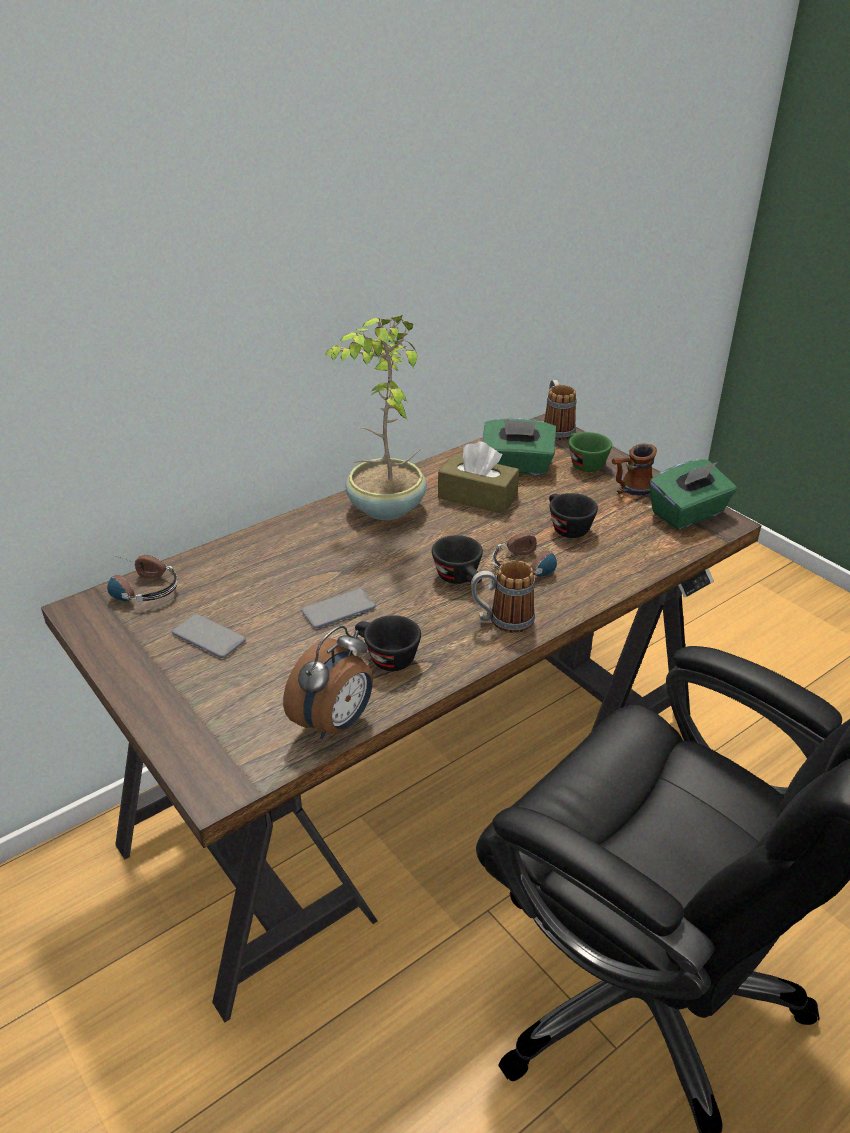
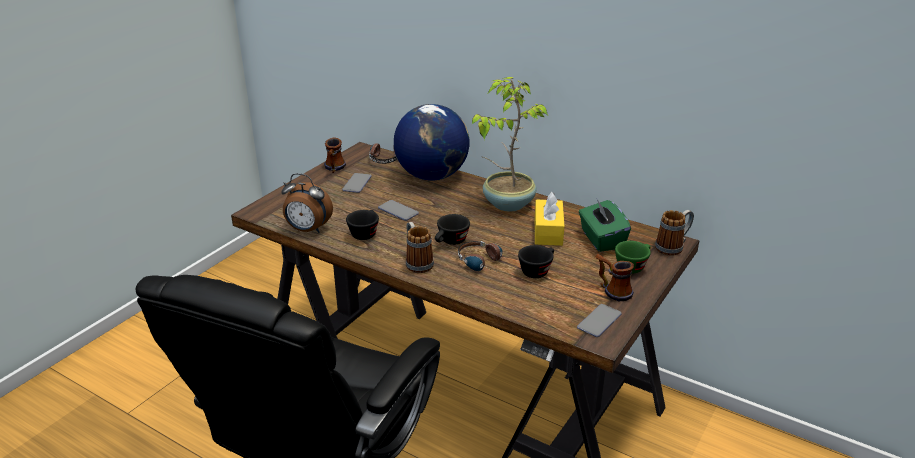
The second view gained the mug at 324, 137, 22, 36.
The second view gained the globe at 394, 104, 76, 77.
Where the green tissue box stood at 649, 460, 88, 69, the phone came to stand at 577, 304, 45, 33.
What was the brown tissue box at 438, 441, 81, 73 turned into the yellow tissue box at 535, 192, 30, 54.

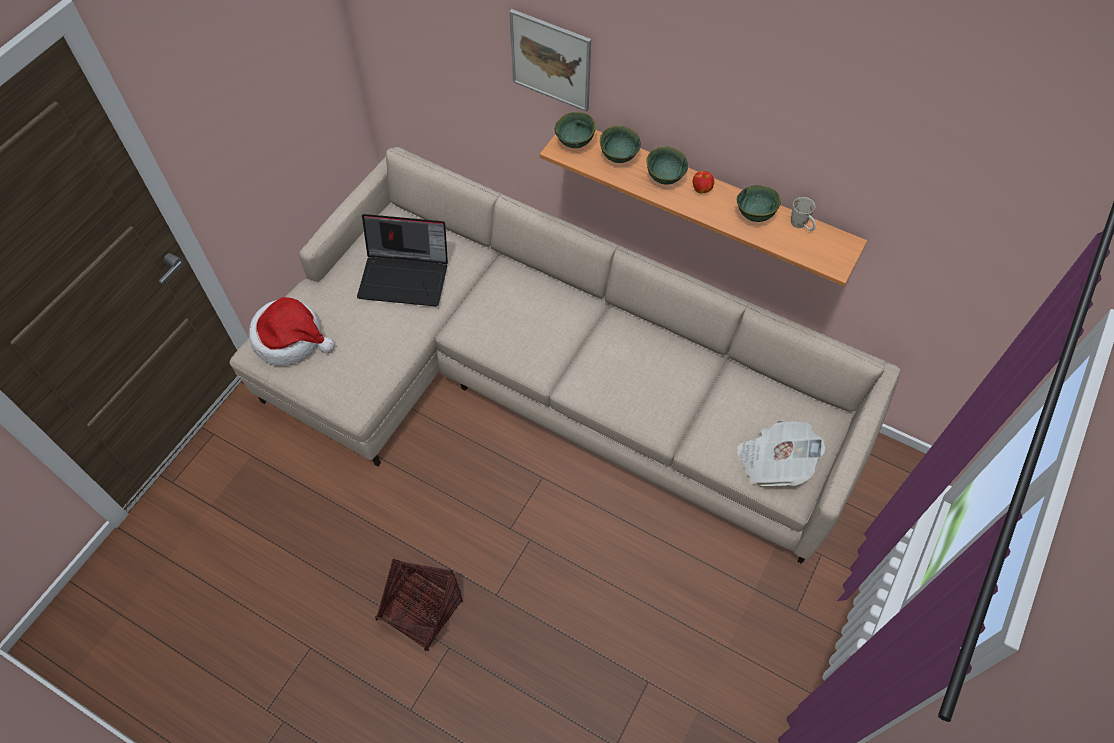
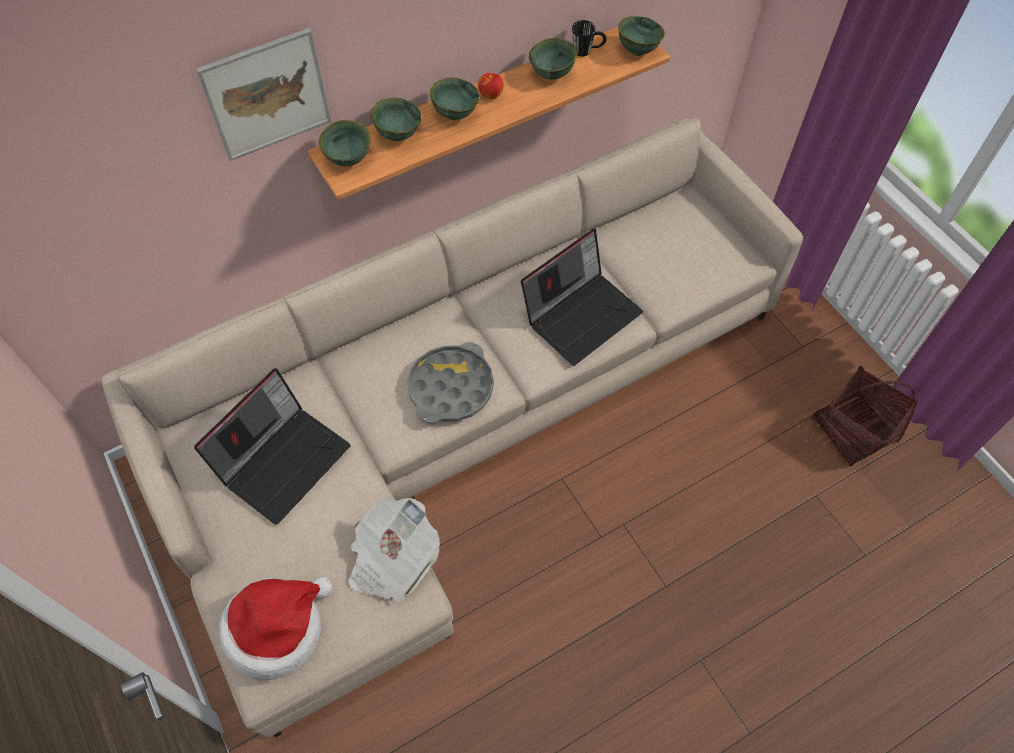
The second view gained the grey tray at 407, 342, 87, 82.
The second view gained the laptop at 521, 229, 122, 137.
The second view gained the green bowl at 618, 16, 47, 40.
The basket ended up elsewhere, having gone from 375, 558, 88, 93 to 811, 366, 107, 100.
The newspaper ended up elsewhere, having gone from 737, 420, 88, 66 to 348, 497, 92, 106.
What was the white mug at 791, 197, 25, 34 turned into the black mug at 572, 20, 35, 37.

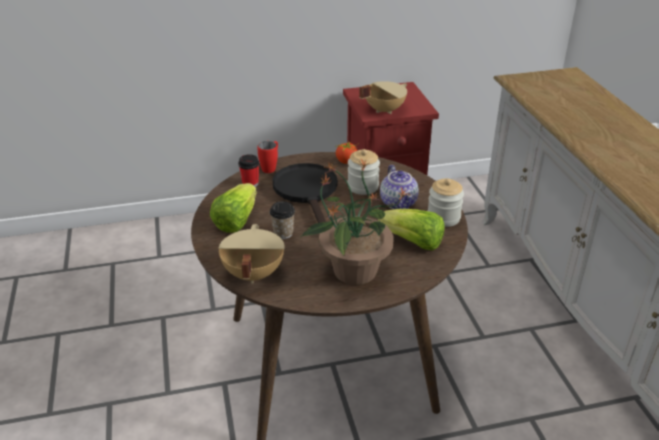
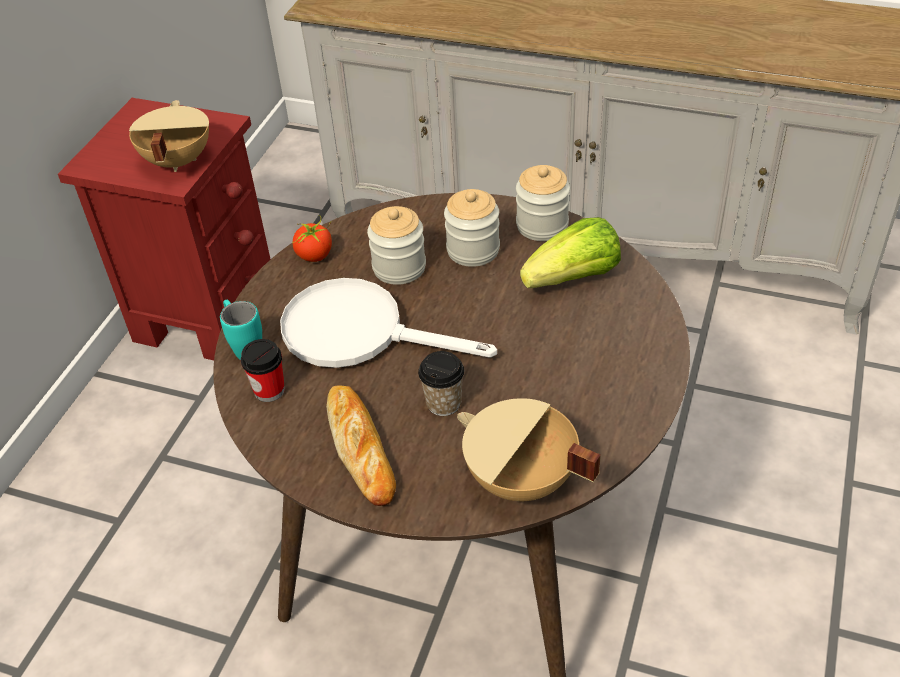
The second view lost the potted plant at 301, 159, 107, 126.
Where the lettuce stood at 210, 183, 47, 50, the bread came to stand at 326, 385, 70, 121.
Where the teapot stood at 380, 165, 39, 44, the jar came to stand at 444, 189, 56, 78.
What was the red mug at 257, 141, 21, 32 turned into the turquoise mug at 220, 300, 42, 60.
What was the black frying pan at 273, 163, 65, 60 turned into the white frying pan at 280, 278, 217, 90.

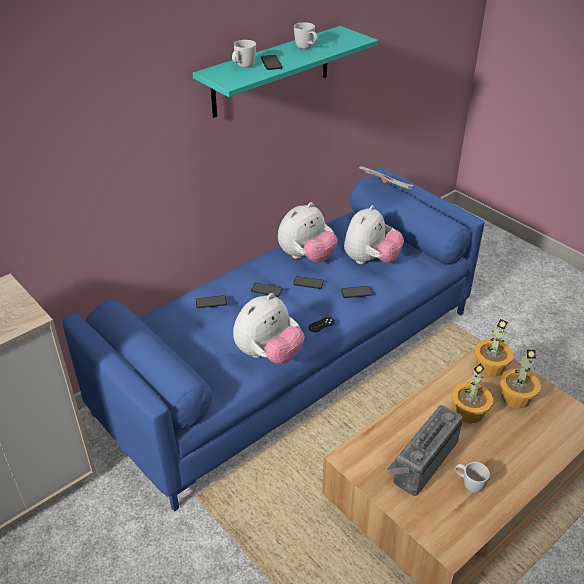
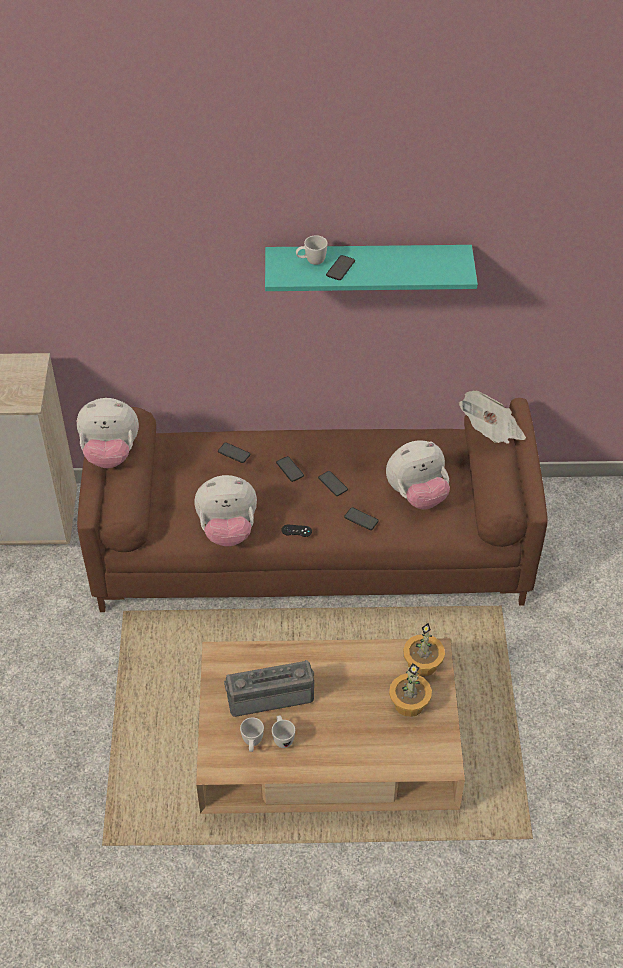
The second view lost the potted plant at 452, 363, 41, 60.
The plush toy ended up elsewhere, having gone from 278, 202, 60, 61 to 77, 398, 62, 70.
The white mug ended up elsewhere, having gone from 294, 22, 24, 27 to 240, 717, 24, 35.
What was the blue sofa at 62, 168, 423, 344 turned into the brown sofa at 77, 398, 470, 214.

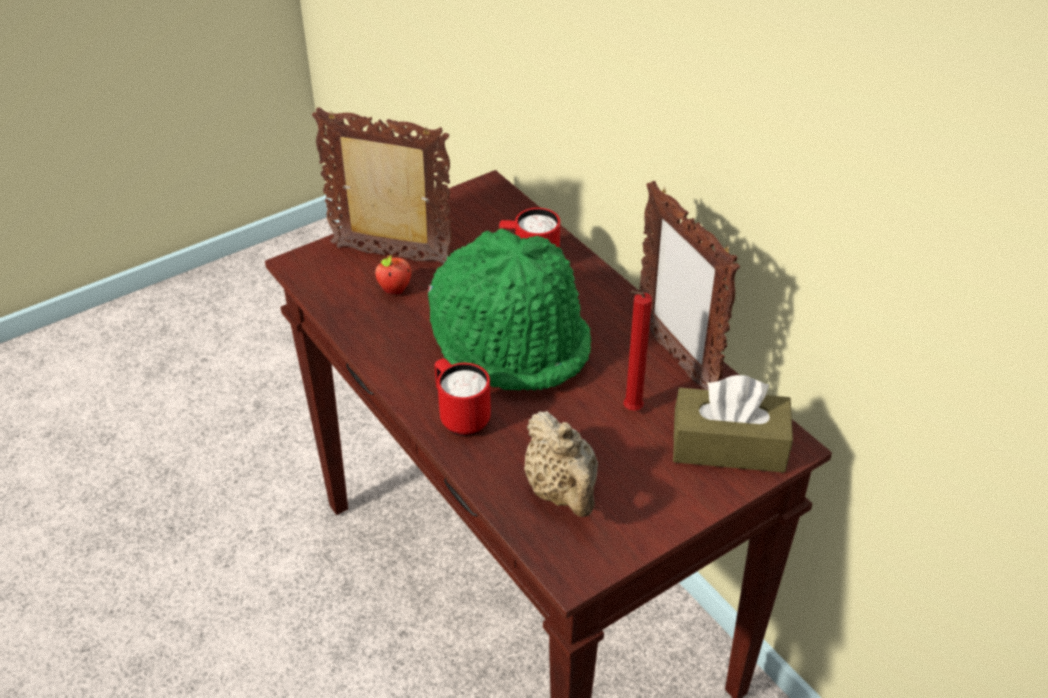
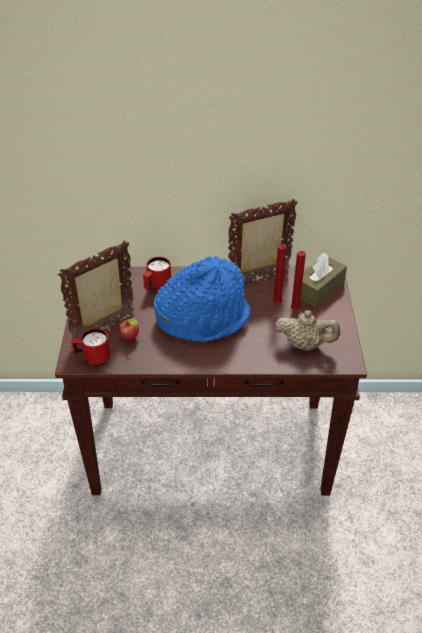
The second view gained the red candle at 290, 251, 16, 59.
The red mug ended up elsewhere, having gone from 434, 358, 57, 78 to 71, 328, 39, 38.
What was the green hat at 428, 228, 163, 163 turned into the blue hat at 154, 256, 97, 86.
The picture frame at 639, 181, 101, 209 ended up facing another way, 150 degrees clockwise from before.

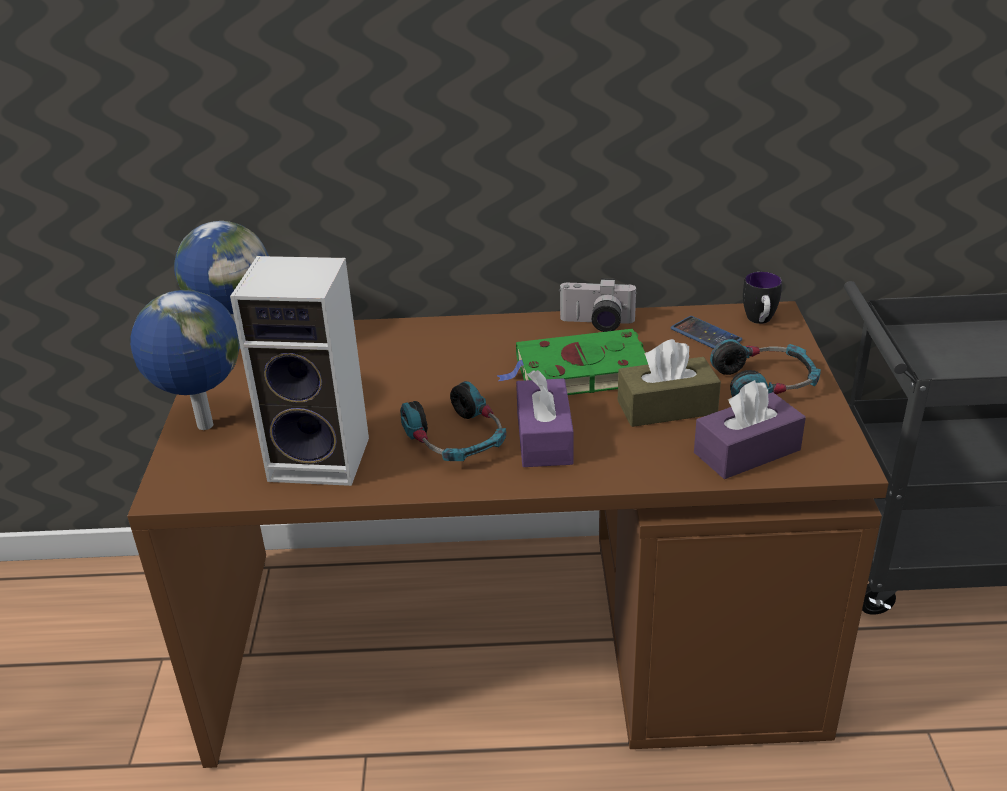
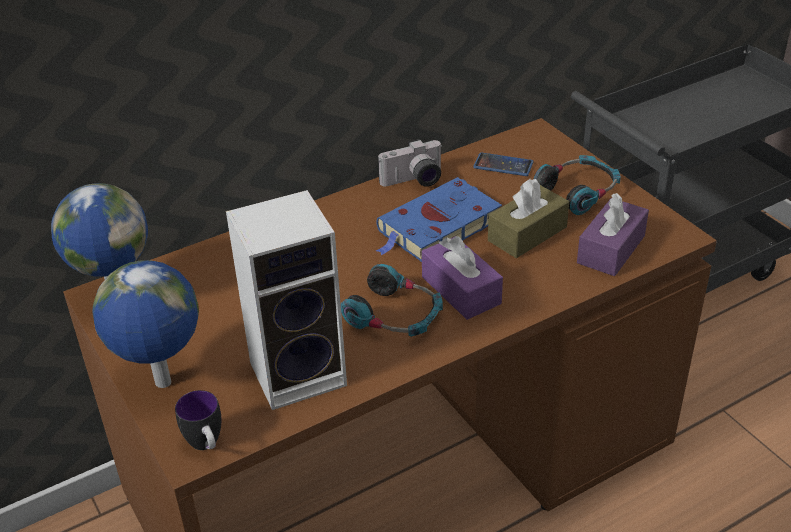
The mug ended up elsewhere, having gone from 743, 272, 39, 52 to 175, 390, 46, 60.
What was the green book at 496, 329, 152, 66 turned into the blue book at 376, 177, 126, 85.

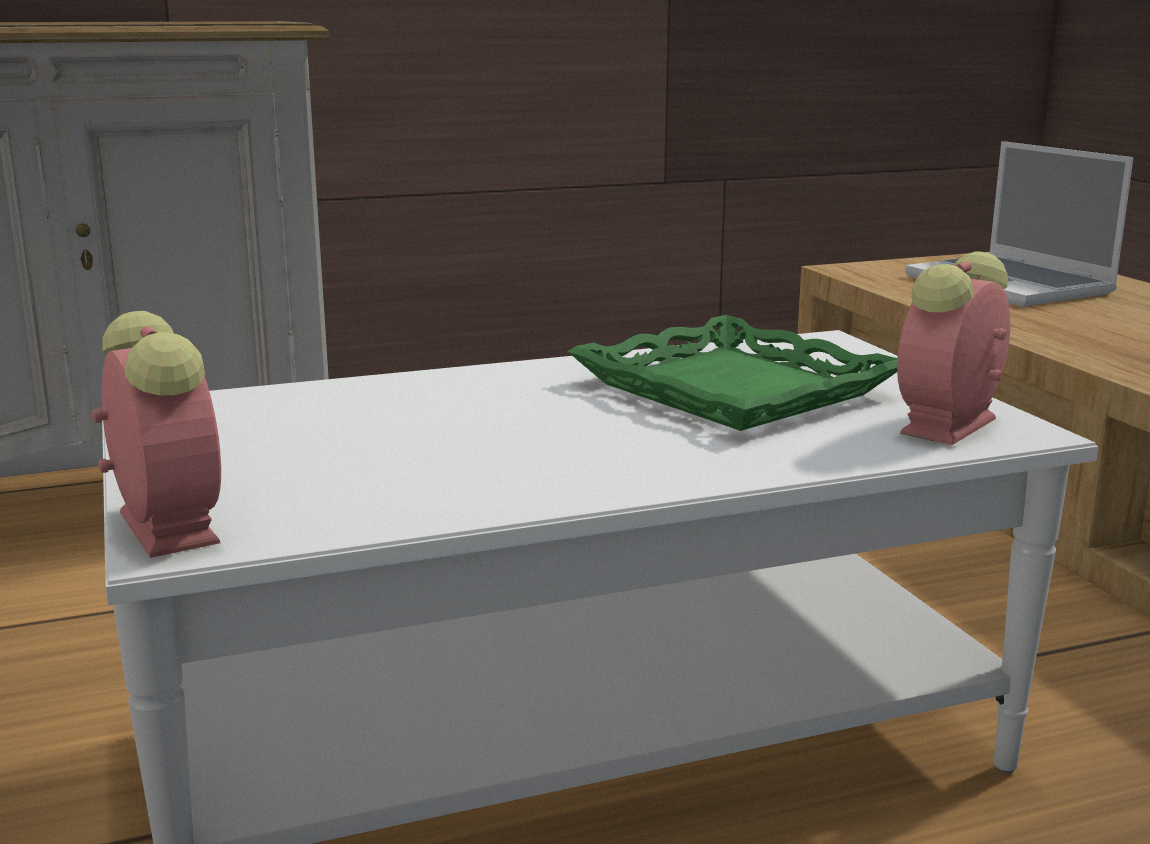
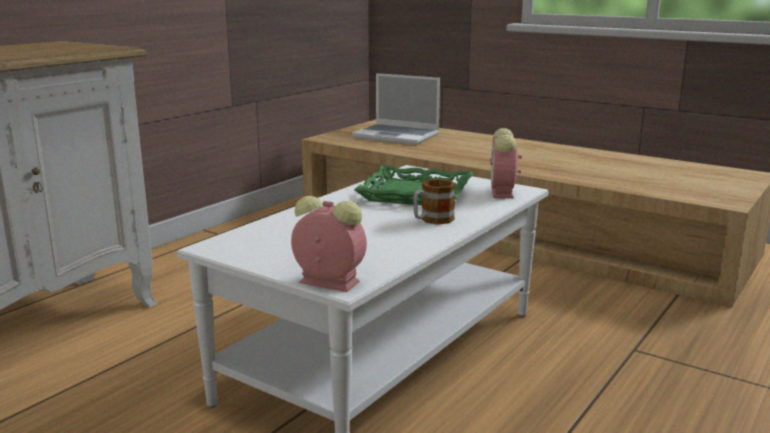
The second view gained the mug at 413, 179, 43, 46.

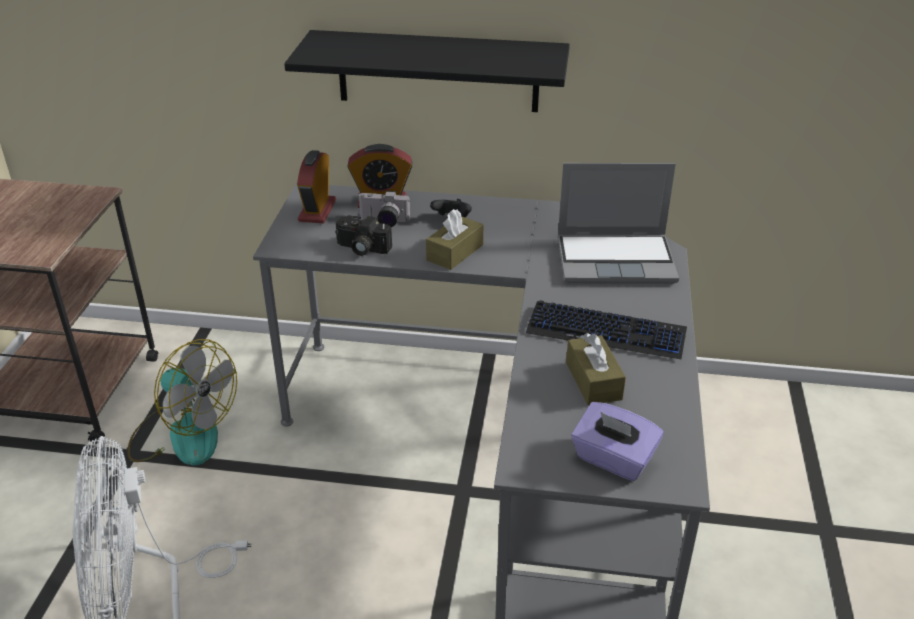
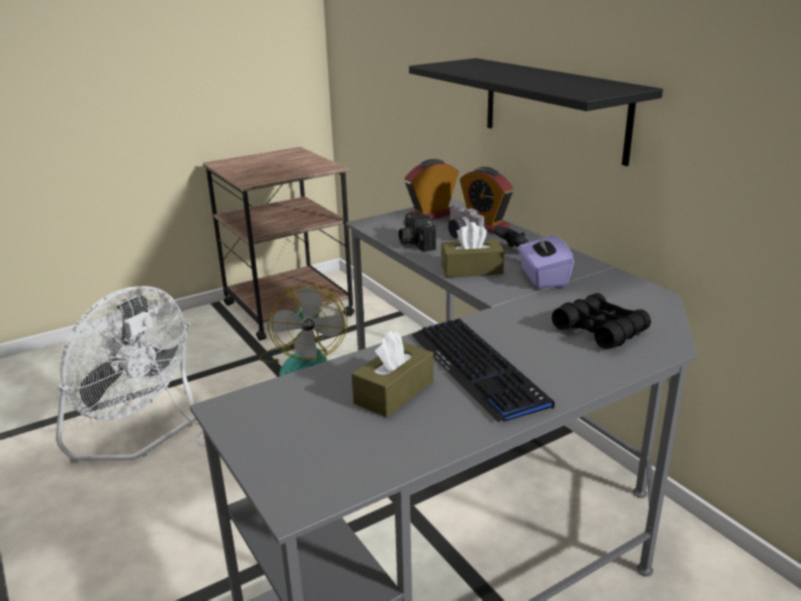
The purple tissue box ended up elsewhere, having gone from 571, 402, 93, 79 to 518, 230, 56, 59.
Where the laptop stood at 558, 163, 121, 121, the black binoculars came to stand at 552, 293, 99, 56.

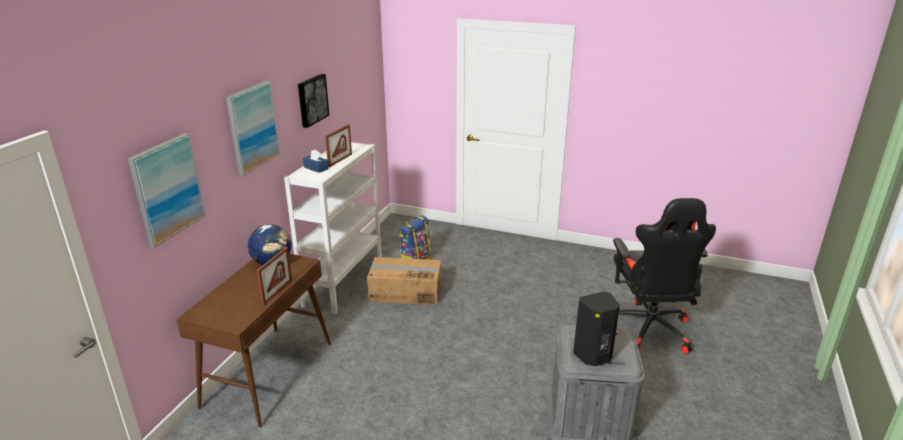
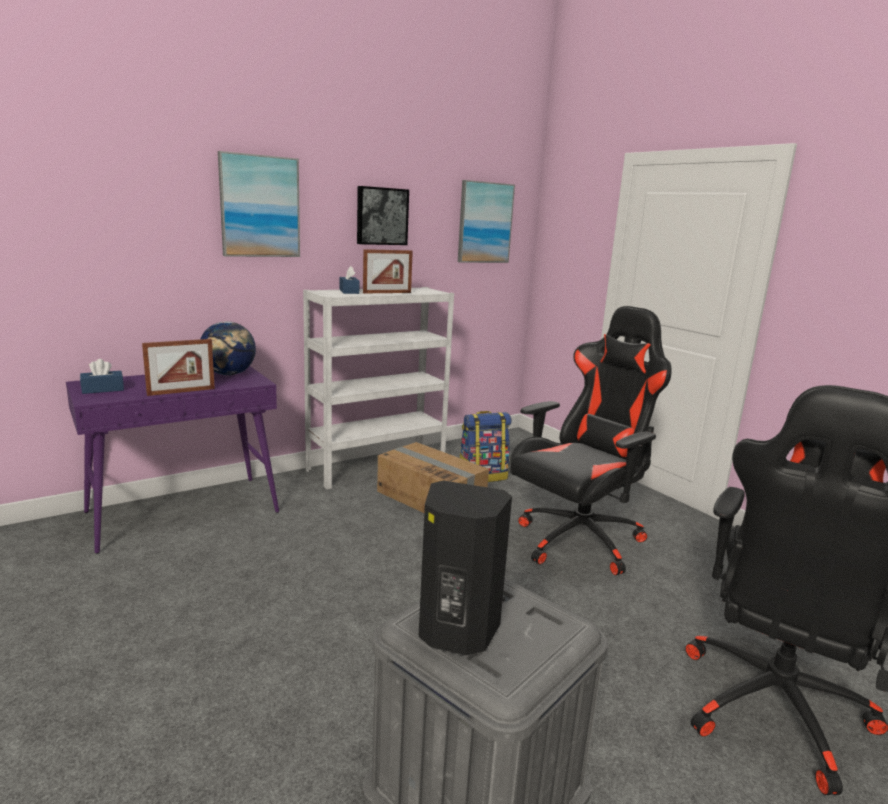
The second view gained the blue tissue box at 80, 359, 44, 35.
The second view gained the black office chair at 510, 306, 162, 269.
The picture ended up elsewhere, having gone from 128, 133, 77, 115 to 458, 180, 57, 83.
What was the brown console table at 177, 254, 154, 173 turned into the purple console table at 66, 366, 213, 188.

